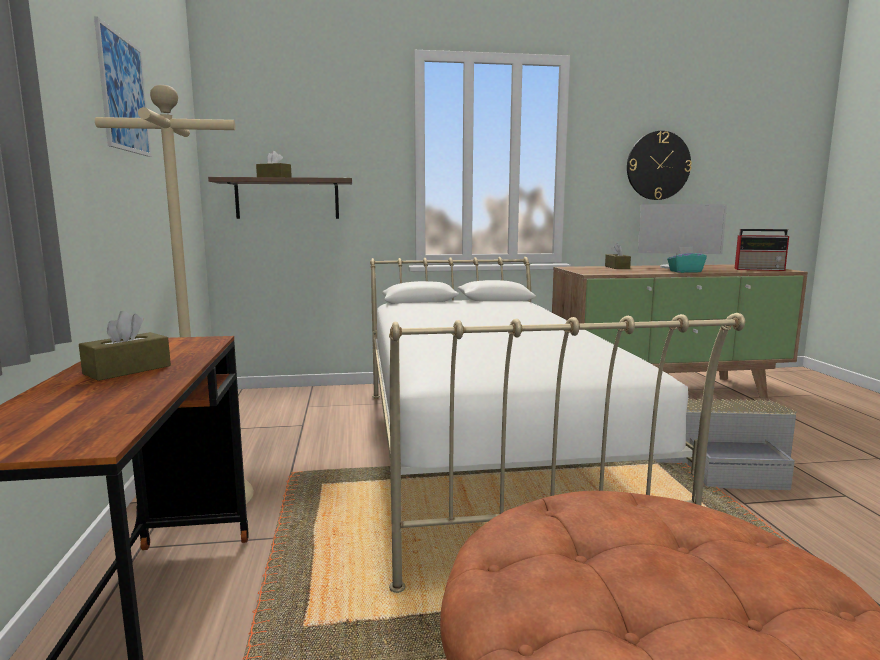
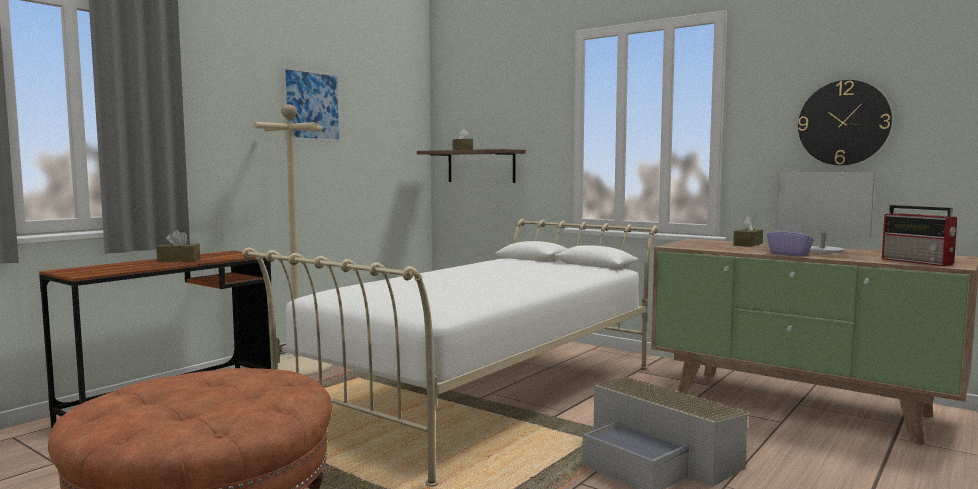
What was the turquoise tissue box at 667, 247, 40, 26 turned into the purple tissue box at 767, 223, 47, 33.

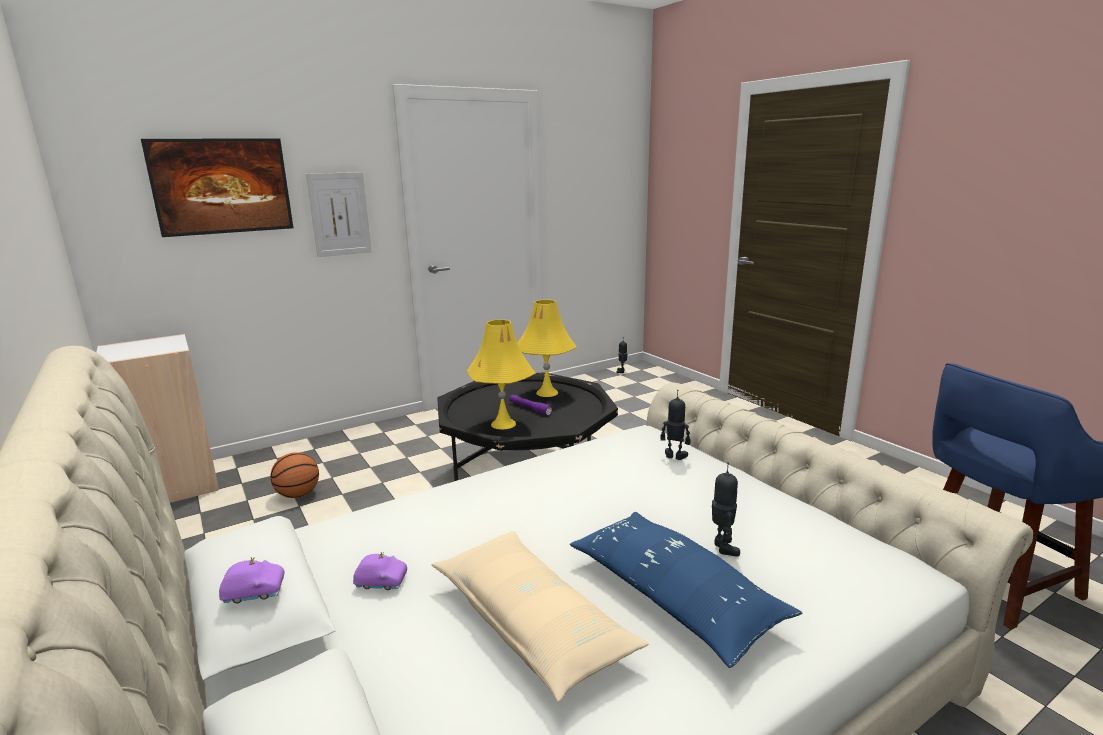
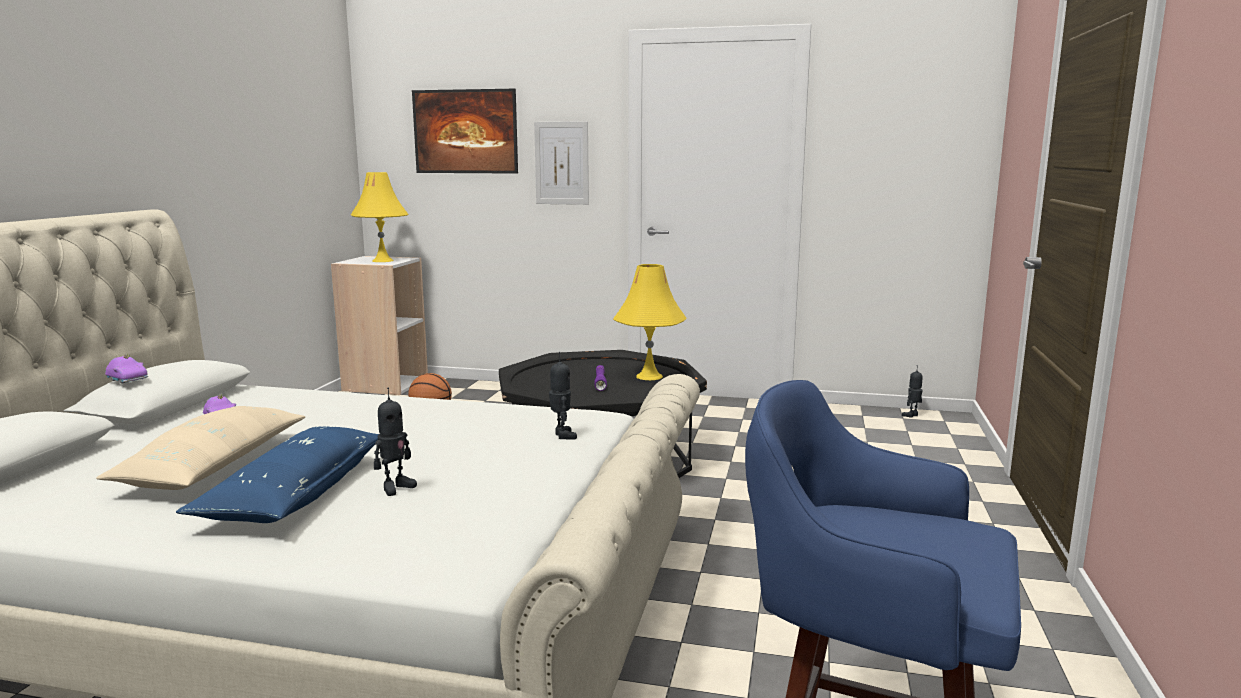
The yellow table lamp ended up elsewhere, having gone from 467, 319, 68, 111 to 351, 172, 58, 90.

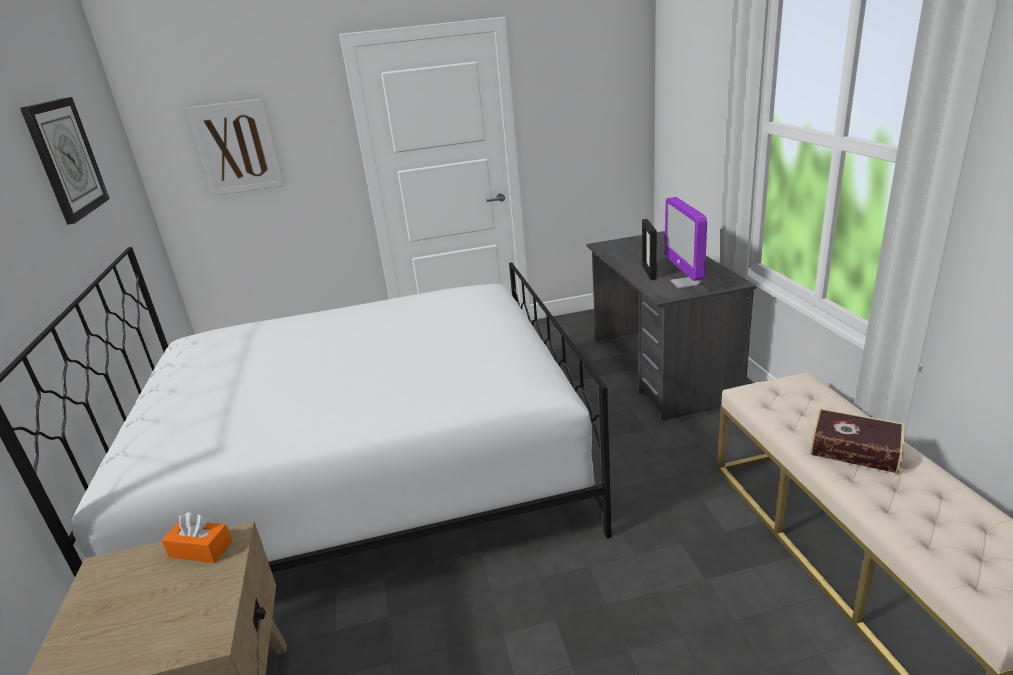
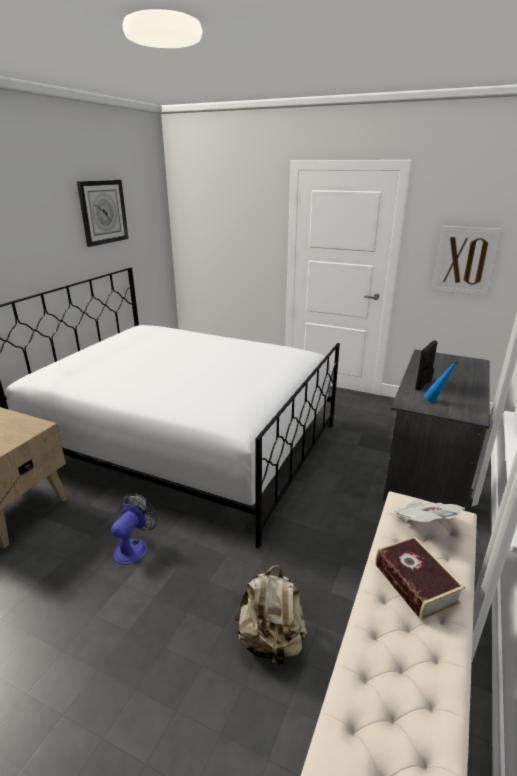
The second view lost the orange tissue box at 162, 512, 70, 51.
The second view gained the fan at 111, 493, 46, 72.
The second view gained the beige backpack at 235, 565, 72, 102.
The second view gained the newspaper at 394, 500, 72, 22.
The picture ended up elsewhere, having gone from 187, 99, 98, 97 to 432, 226, 71, 70.
Where the monitor stood at 665, 197, 42, 91, the blue bottle came to stand at 424, 360, 34, 42.

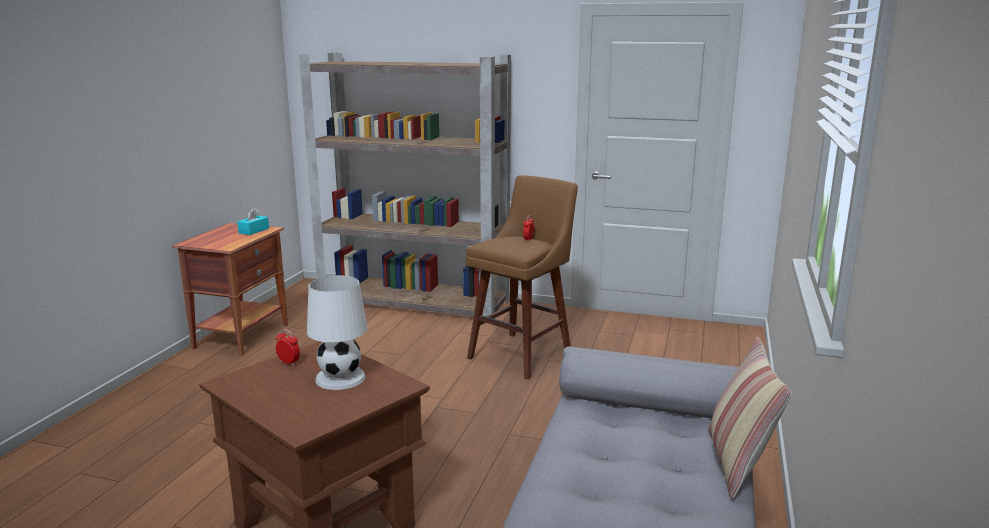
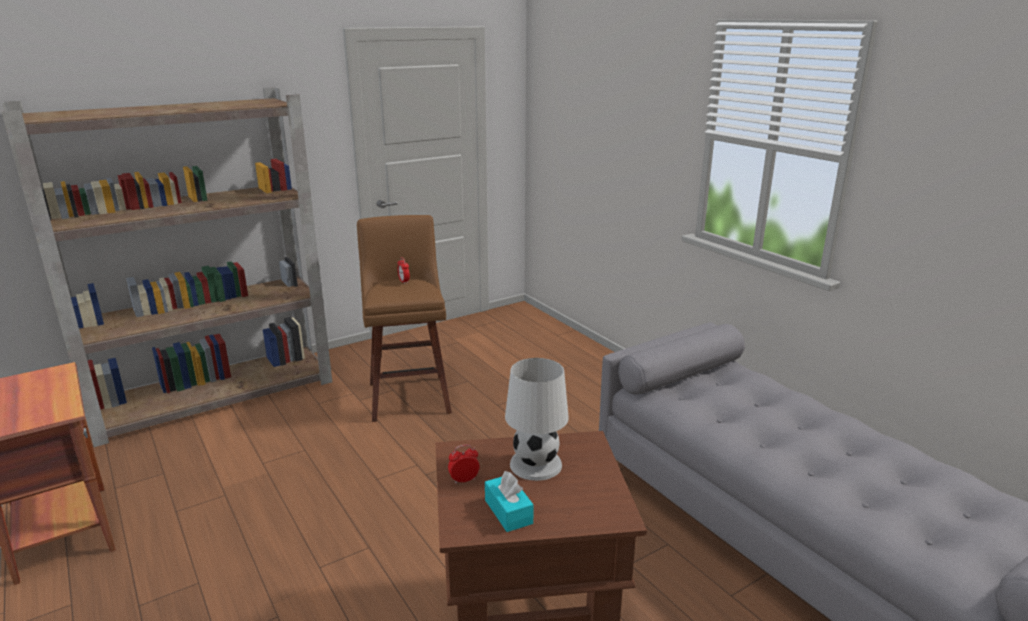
The second view lost the pillow at 708, 337, 84, 162.
The turquoise tissue box ended up elsewhere, having gone from 237, 208, 32, 27 to 485, 471, 49, 61.

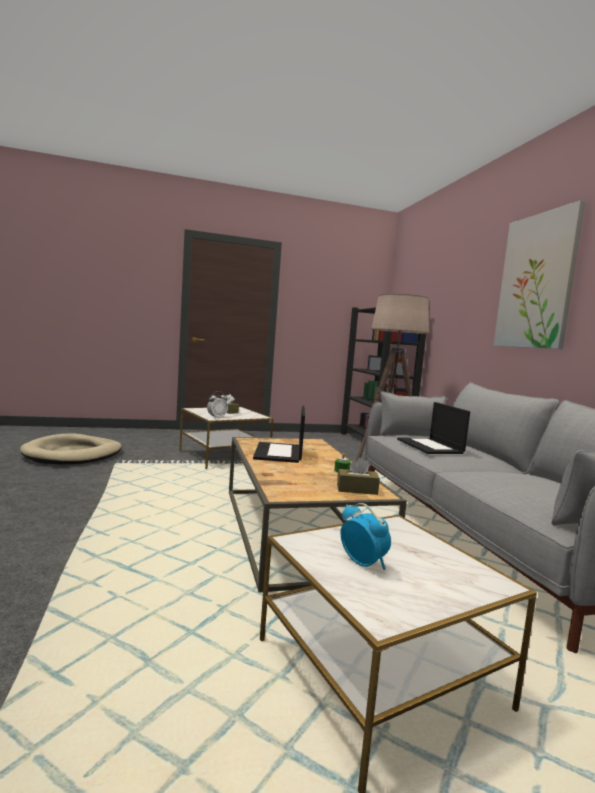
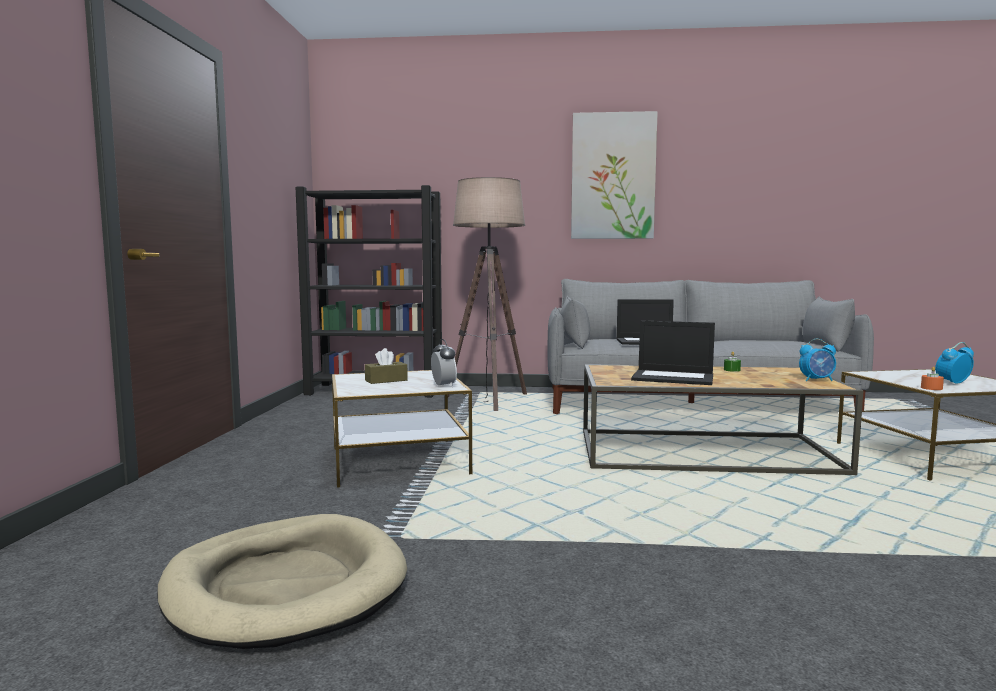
The second view lost the brown tissue box at 337, 458, 43, 37.
The second view gained the alarm clock at 799, 339, 37, 42.
The second view gained the orange candle at 921, 367, 23, 23.

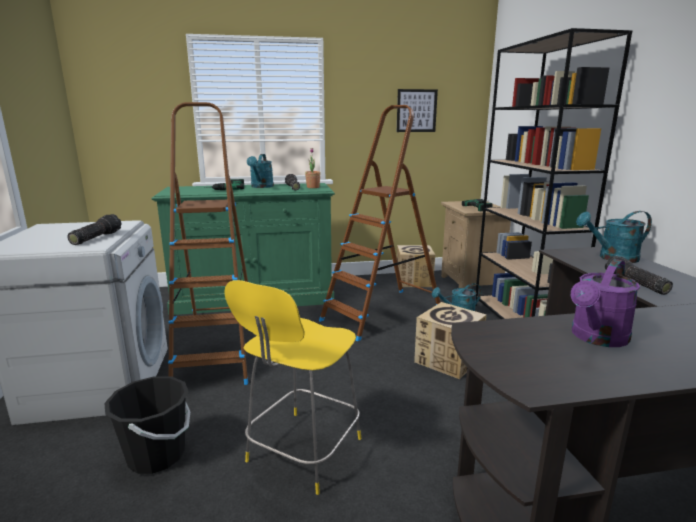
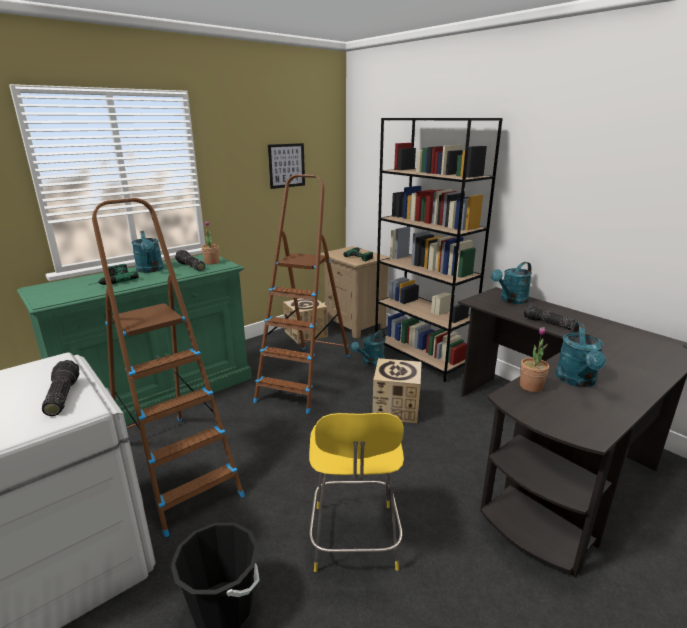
The second view gained the potted plant at 520, 327, 29, 65.
What was the purple watering can at 571, 259, 69, 88 turned into the turquoise watering can at 556, 322, 50, 65.

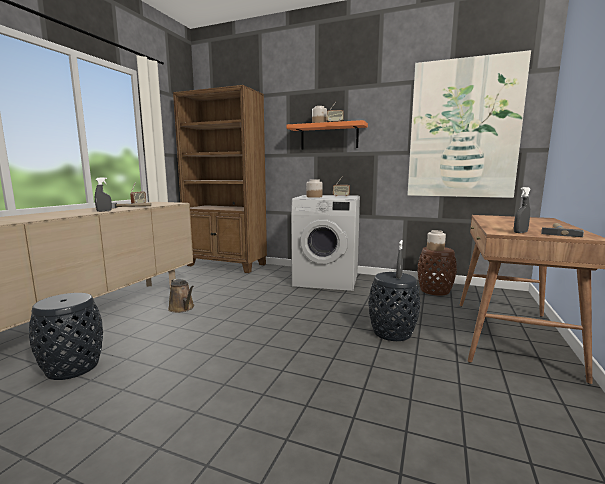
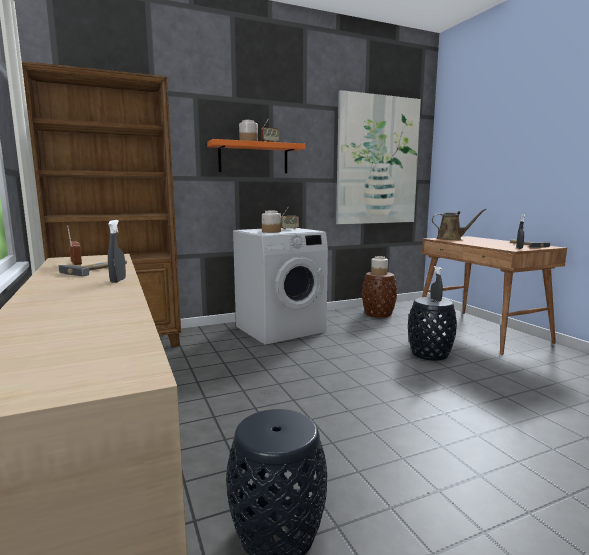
The brown watering can ended up elsewhere, having gone from 168, 279, 26, 34 to 432, 209, 55, 31.

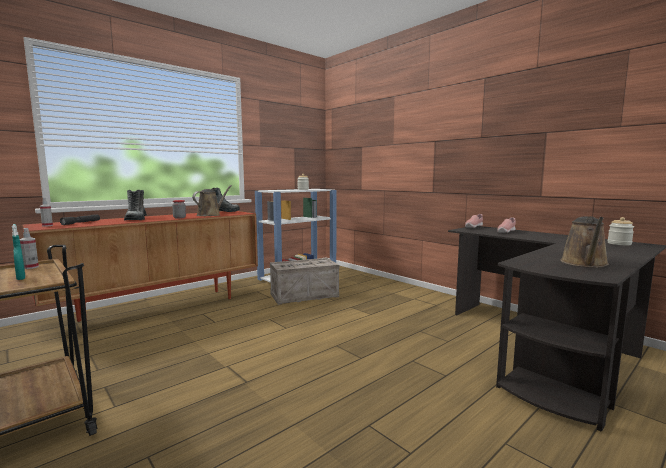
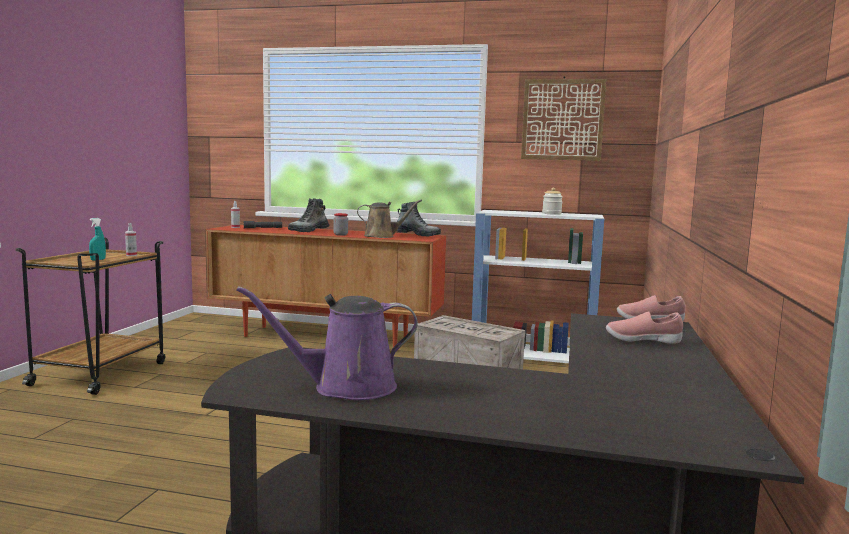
The second view lost the jar at 607, 217, 27, 28.
The second view gained the picture at 521, 76, 85, 85.
What was the brown watering can at 561, 216, 48, 52 turned into the purple watering can at 236, 286, 182, 114.

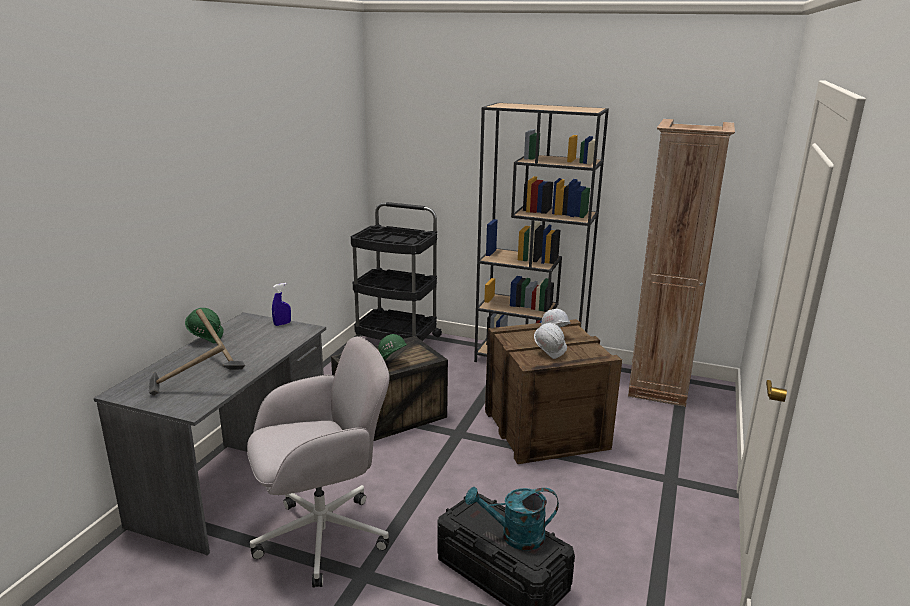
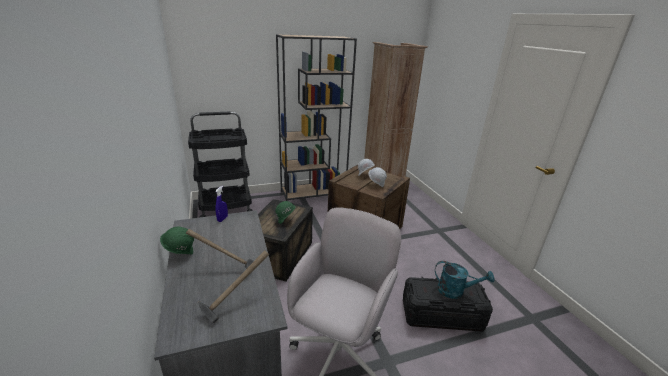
The turquoise watering can at 465, 487, 94, 63 ended up facing another way, 120 degrees counterclockwise from before.

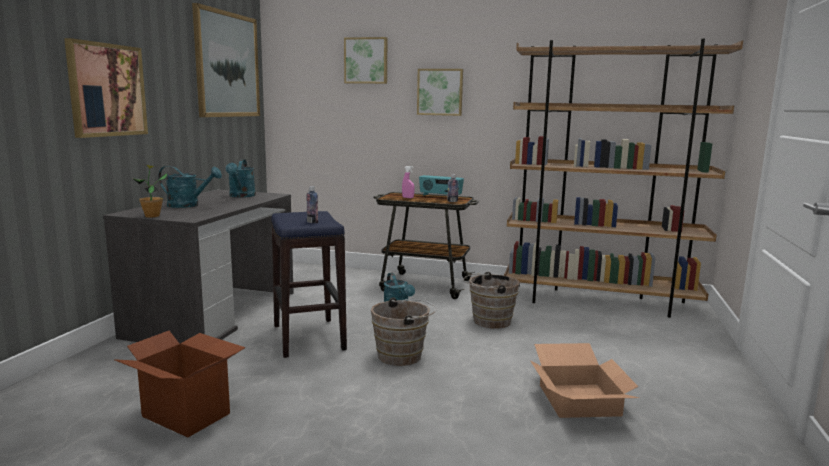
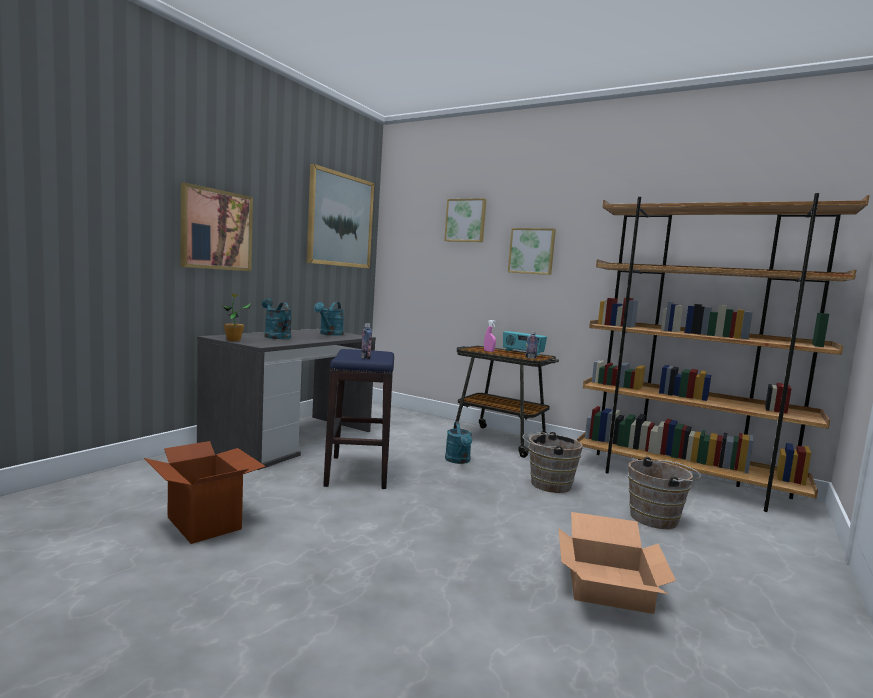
The brown bucket ended up elsewhere, having gone from 371, 298, 66, 68 to 628, 457, 73, 72.
The turquoise watering can at 158, 166, 64, 42 ended up facing another way, 150 degrees counterclockwise from before.

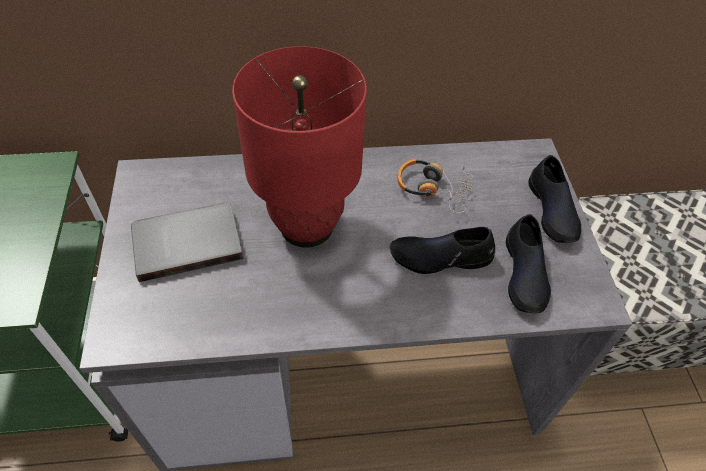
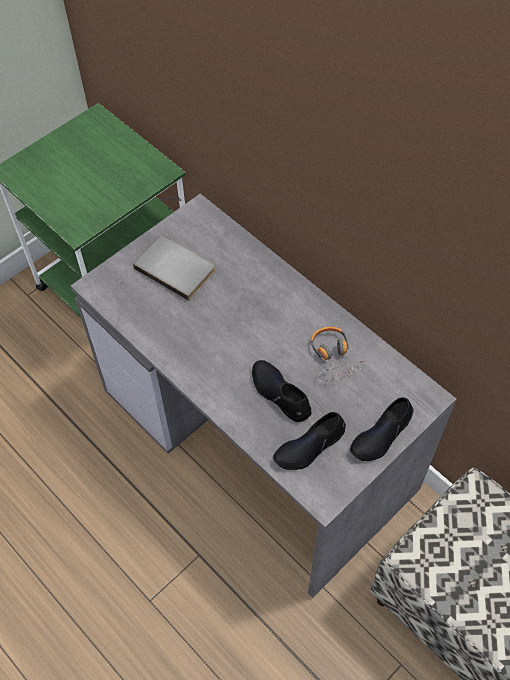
The second view lost the red table lamp at 232, 46, 135, 202.

